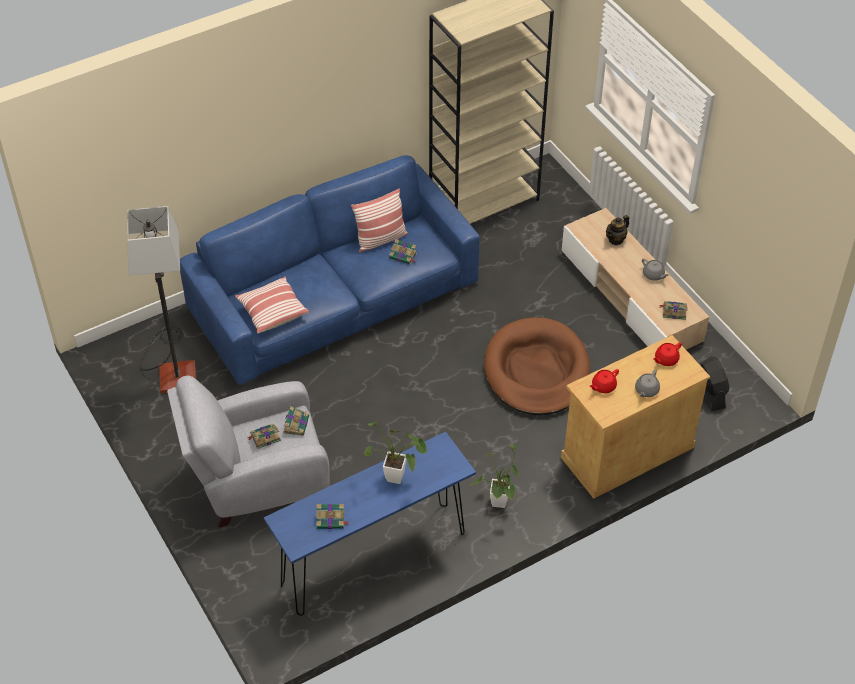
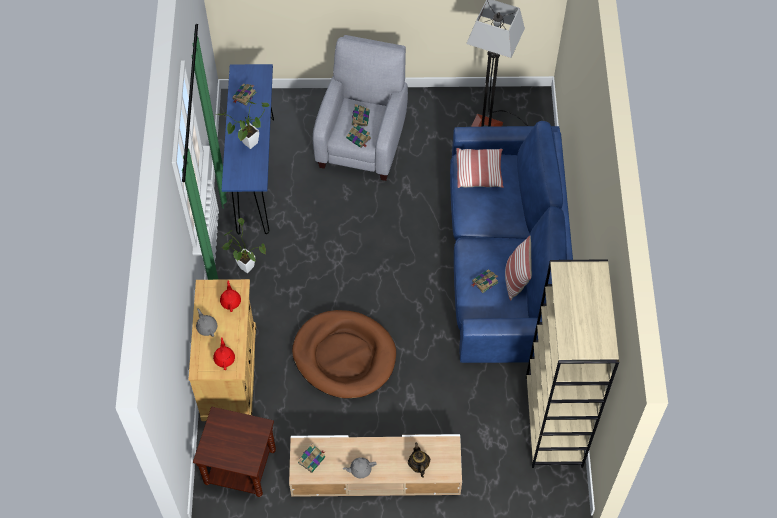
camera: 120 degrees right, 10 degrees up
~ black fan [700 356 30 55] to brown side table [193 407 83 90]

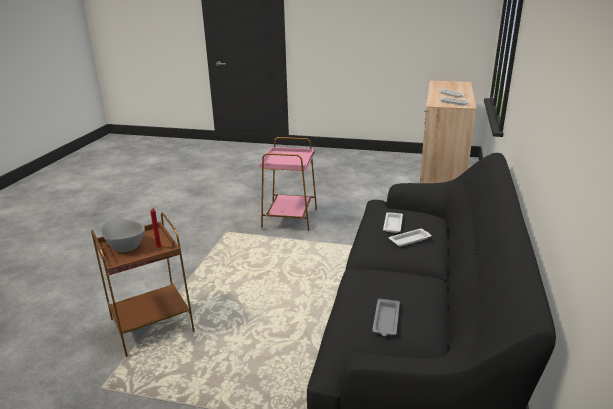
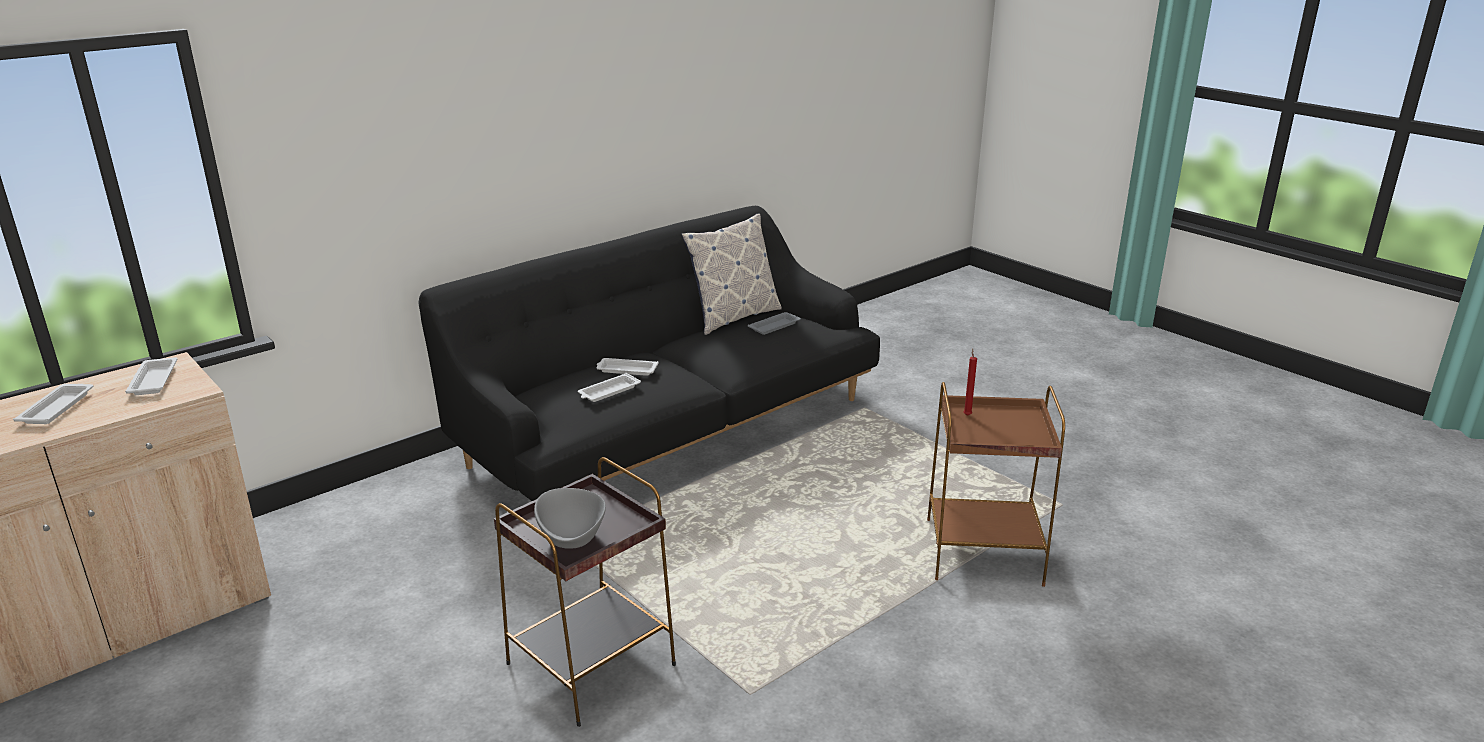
camera: 145 degrees left, 0 degrees up
~ pink side table [259 137 58 96] to brown side table [494 457 182 270]
~ grey bowl [101 218 44 34] to [534 488 72 61]
+ pillow [681 214 101 121]

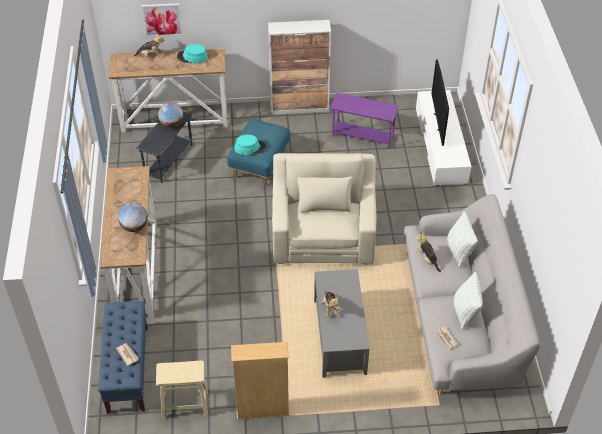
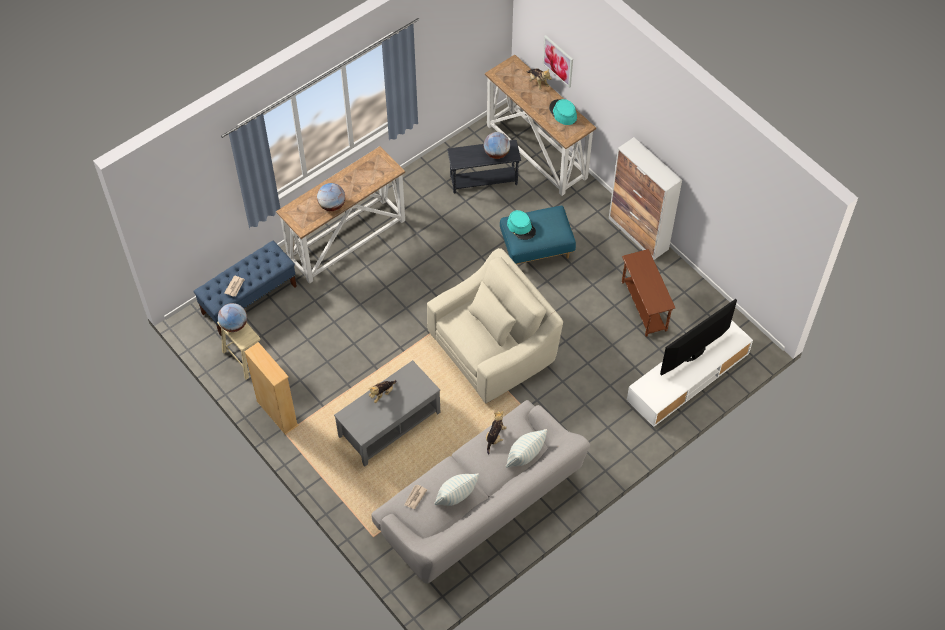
camera: 55 degrees right, 10 degrees up
+ globe [218 303 29 29]
~ purple side table [330 93 69 55] to brown side table [622 249 53 88]

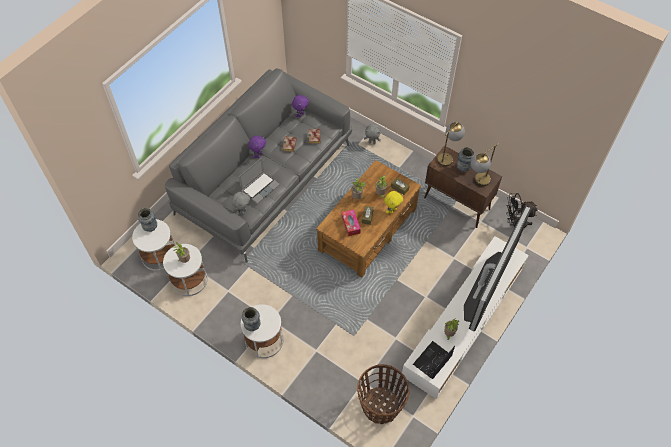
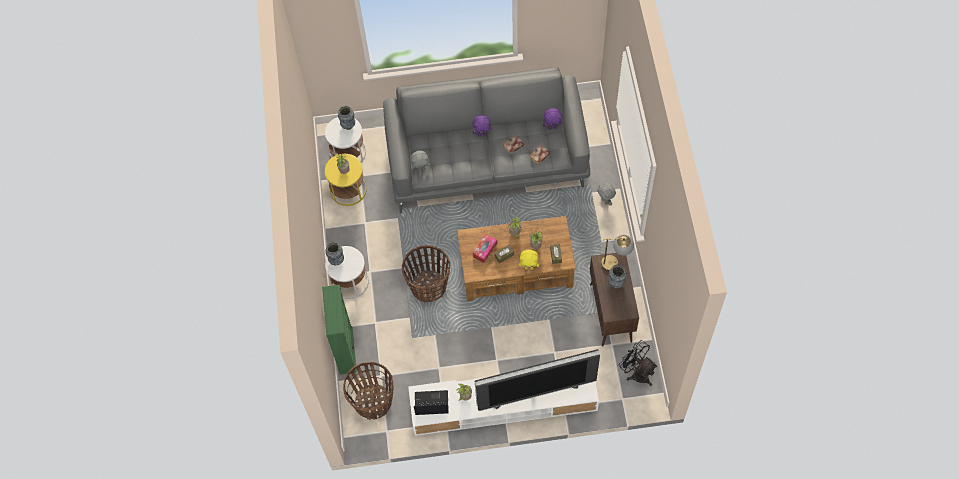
camera: 50 degrees right, 5 degrees up
+ green bookcase [322 285 35 90]
~ white side table [163 244 44 52] to yellow side table [325 154 42 52]
+ basket [402 245 48 57]
- laptop [239 158 41 46]
- table lamp [471 143 28 43]

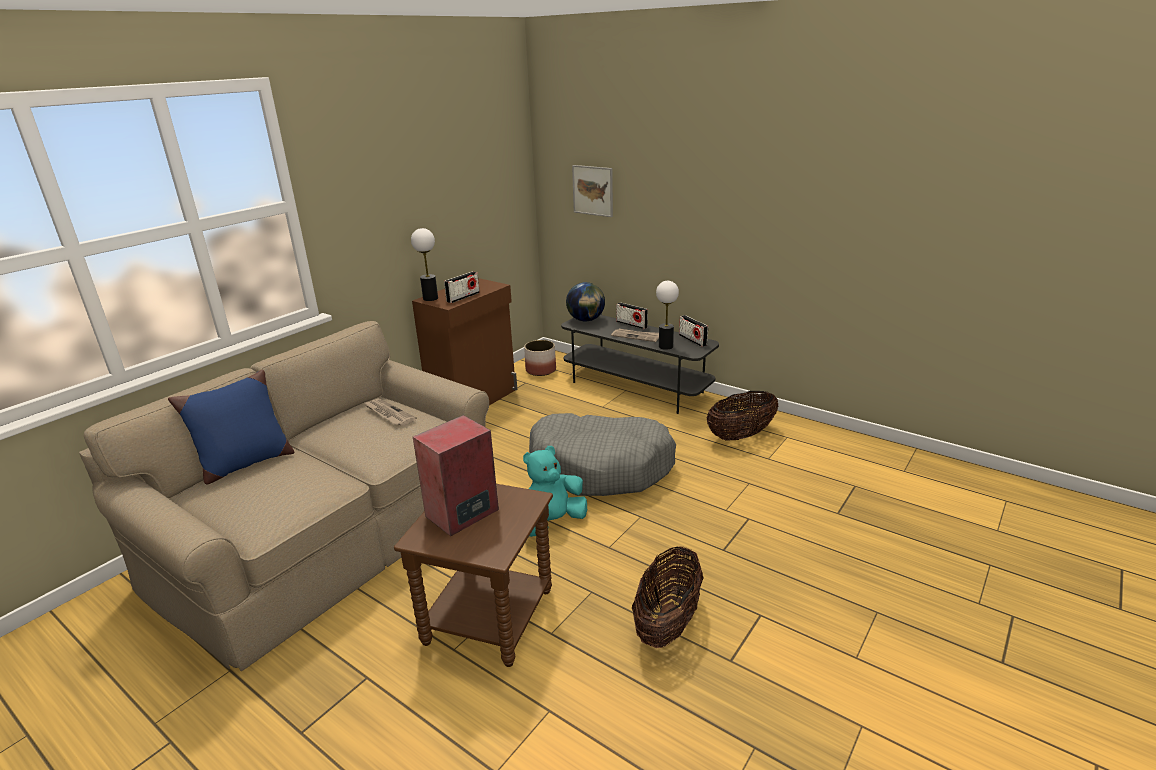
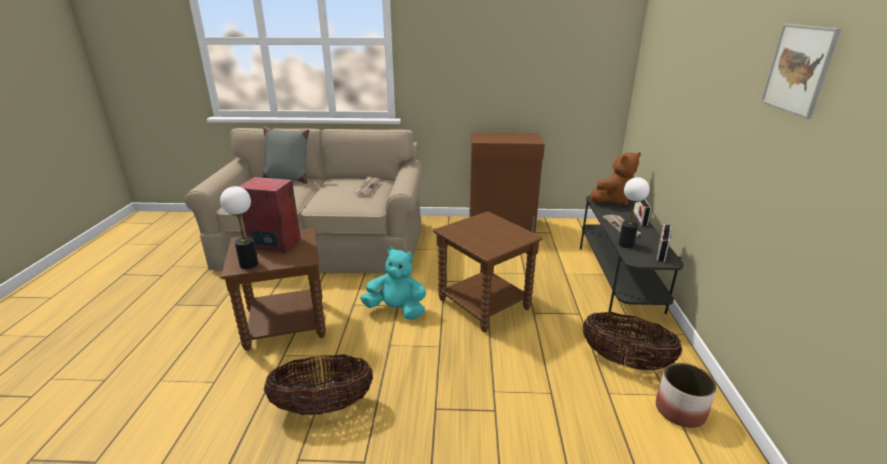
camera: 55 degrees right, 0 degrees up
~ table lamp [411 228 27 73] to [220 186 38 83]
~ blue pillow [168 370 127 114] to grey pillow [263 126 46 58]
~ grey dog bed [529 413 147 83] to brown side table [433 211 110 121]
~ globe [566 282 39 39] to brown plush toy [591 152 50 54]
~ planter [524 340 32 36] to [656 363 61 65]
~ picture [572 165 41 52] to [761 24 80 95]
- radio [444 271 36 32]

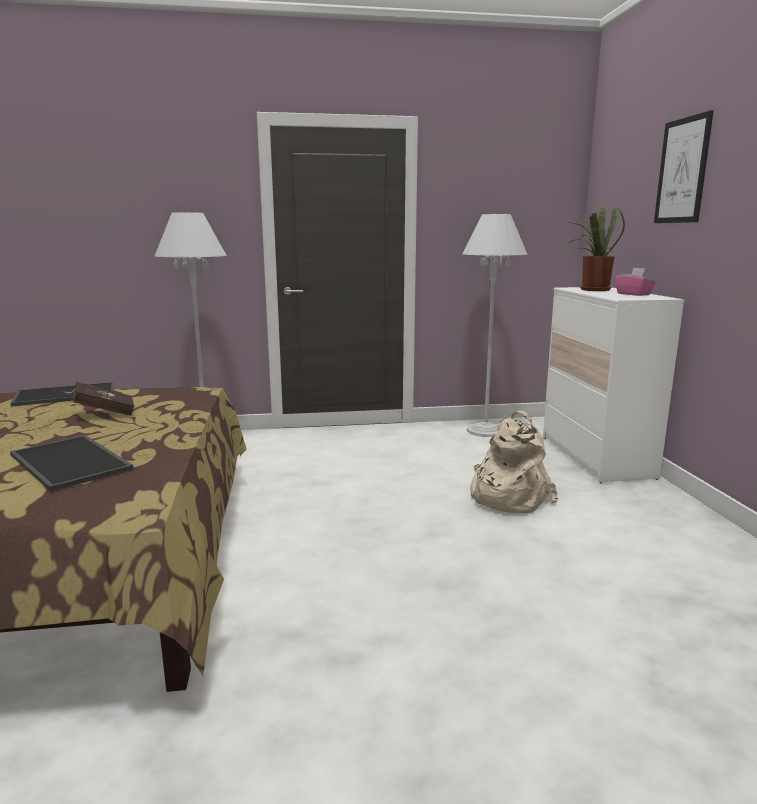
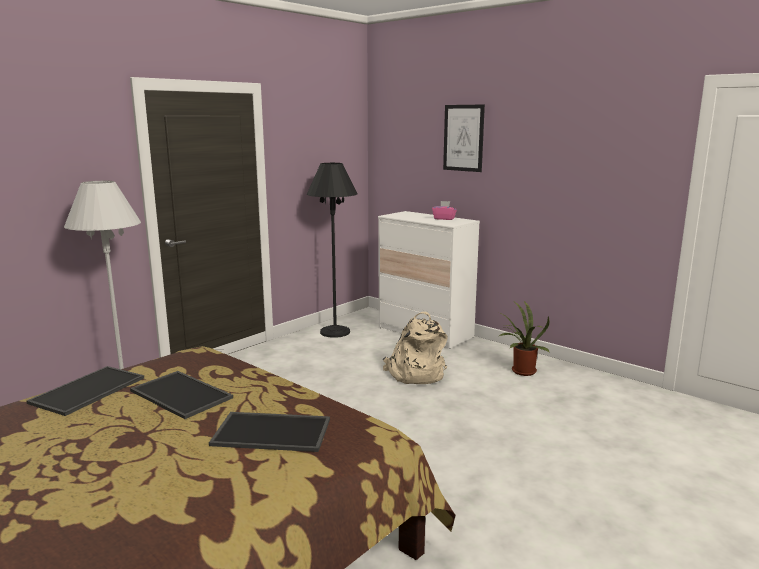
camera: 40 degrees left, 0 degrees up
~ red book [62 382 73 34] to tray [130 371 103 48]
~ white floor lamp [462 214 66 223] to black floor lamp [307 163 51 175]
~ potted plant [566 204 59 87] to [499 301 51 75]

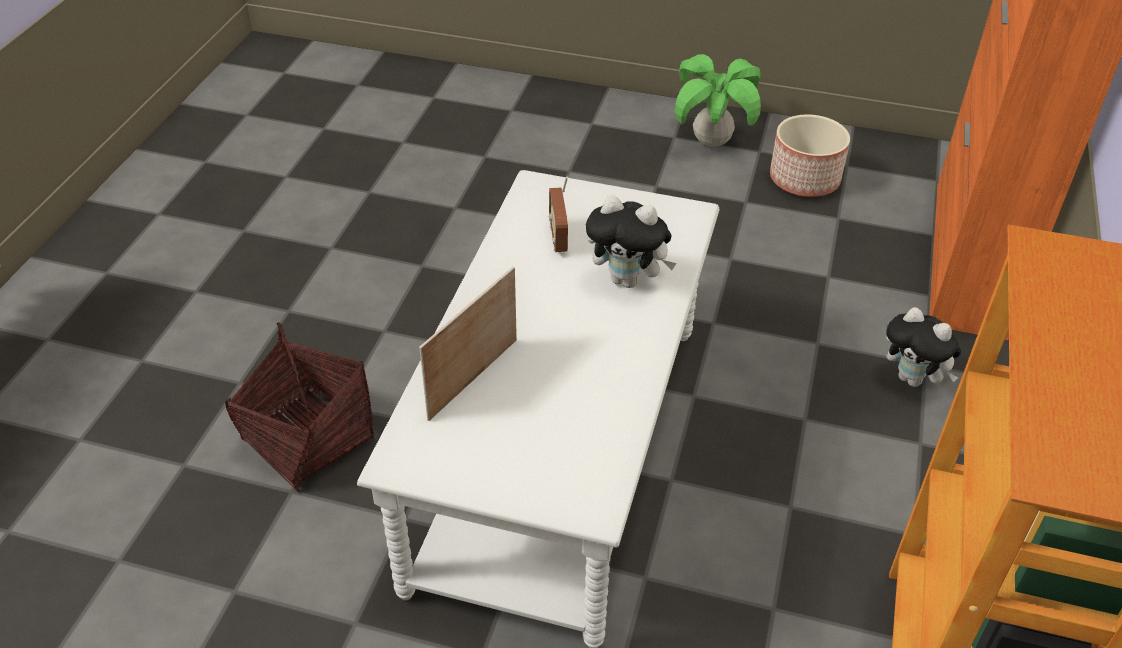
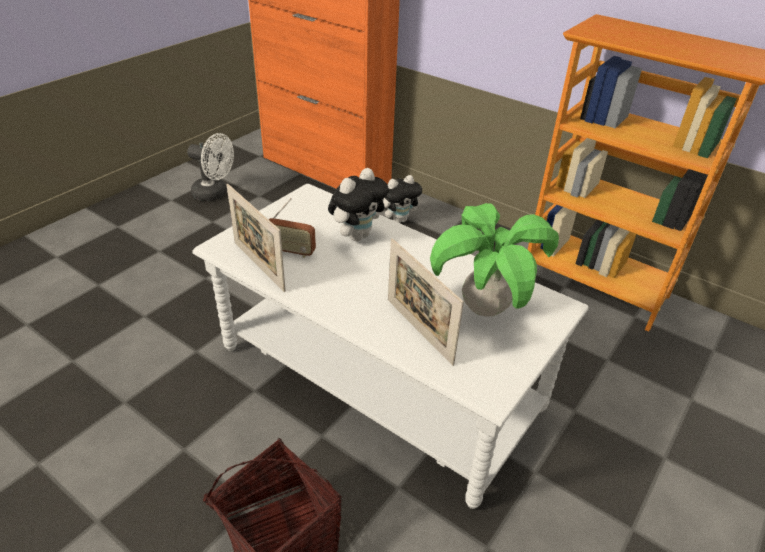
camera: 70 degrees left, 5 degrees down
~ planter [770 114 80 83] to white fan [187 133 47 68]
+ picture frame [226 184 60 108]
~ potted plant [675 54 86 93] to [430 203 129 113]

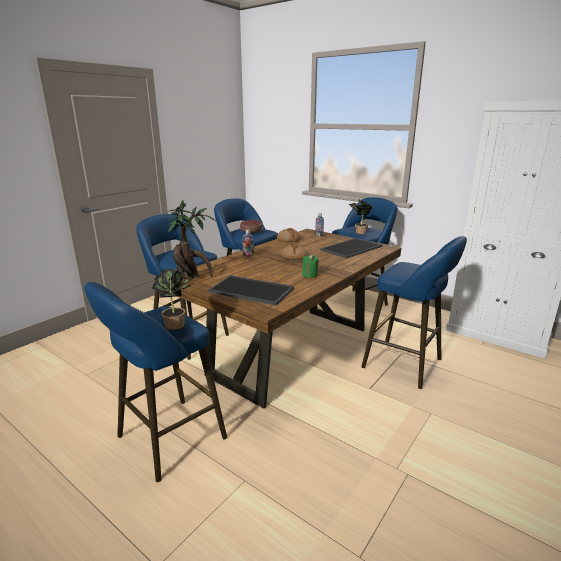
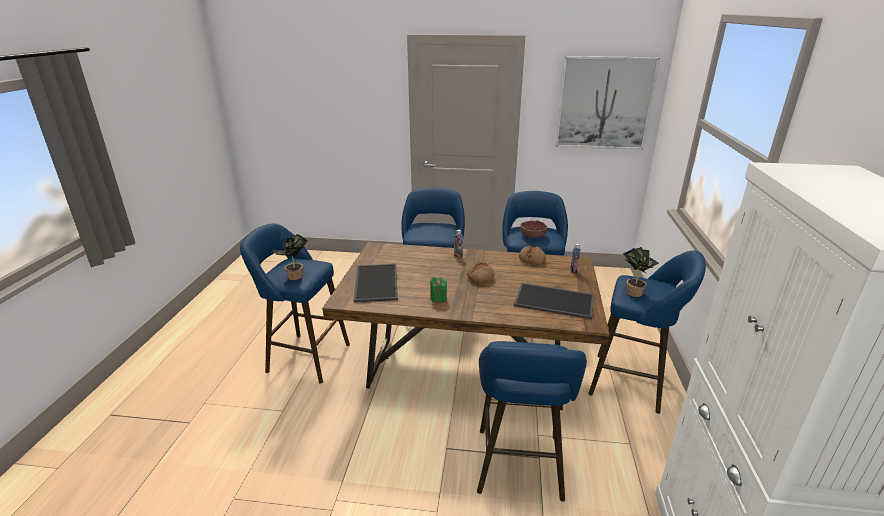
camera: 60 degrees right, 5 degrees up
+ picture [555 56 105 94]
- potted plant [168 199 47 83]

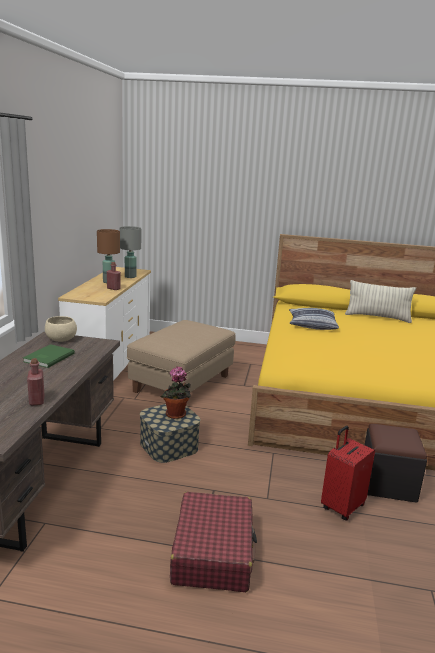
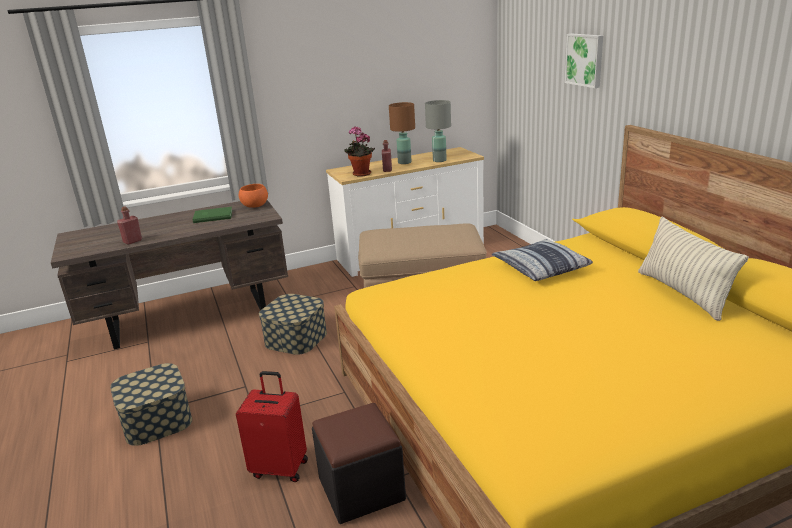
camera: 60 degrees right, 5 degrees up
~ red suitcase [170 492 87 100] to storage box [110 363 82 83]
~ beige bowl [45 316 32 26] to orange bowl [239 184 29 24]
~ potted plant [161 367 30 52] to [345 127 30 50]
+ picture [565 34 38 54]

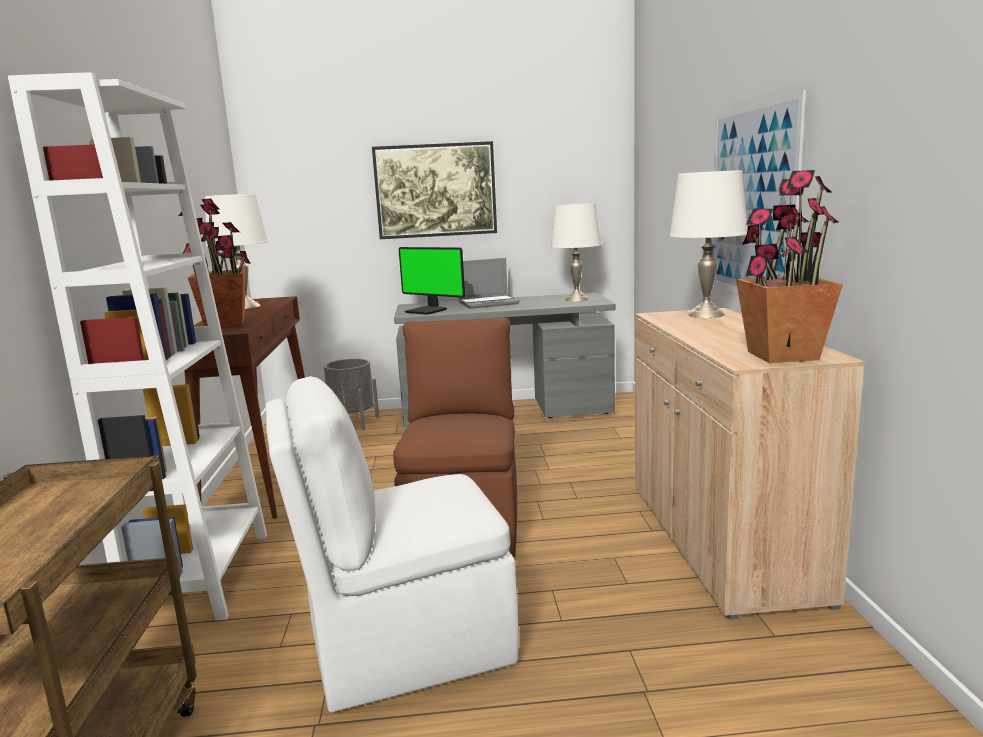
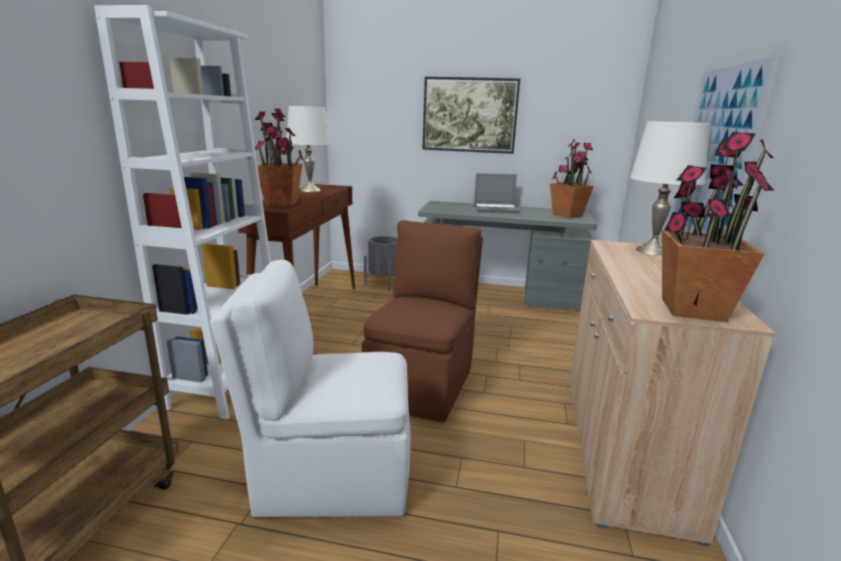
camera: 15 degrees right, 5 degrees up
~ white table lamp [551 203 50 98] to potted plant [550 140 44 79]
- monitor [399 247 66 68]

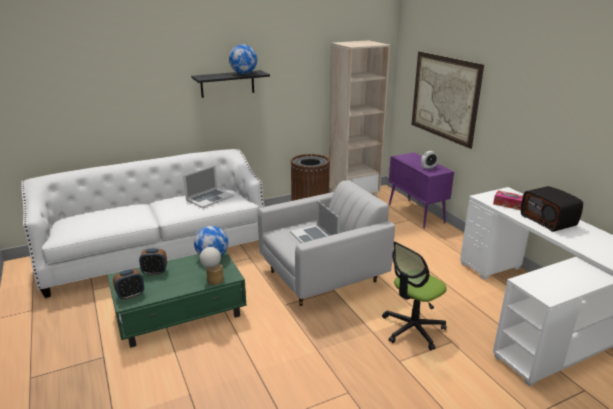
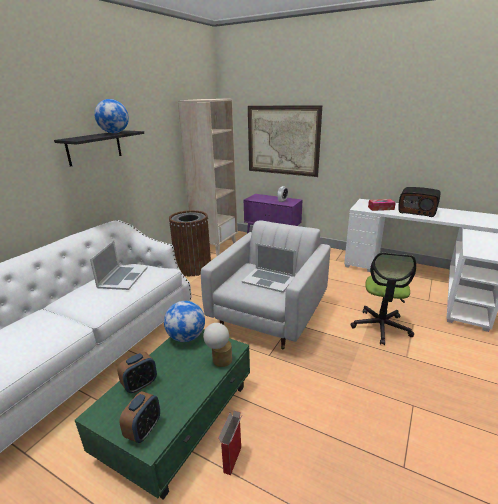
camera: 35 degrees left, 0 degrees up
+ cardboard box [218 410 24 65]

